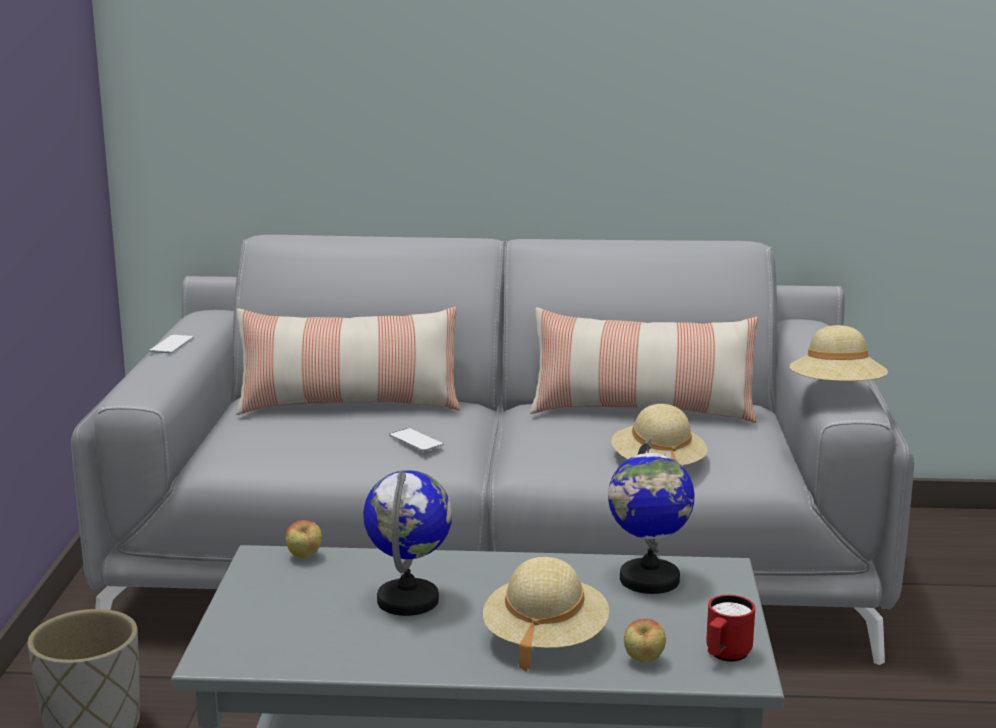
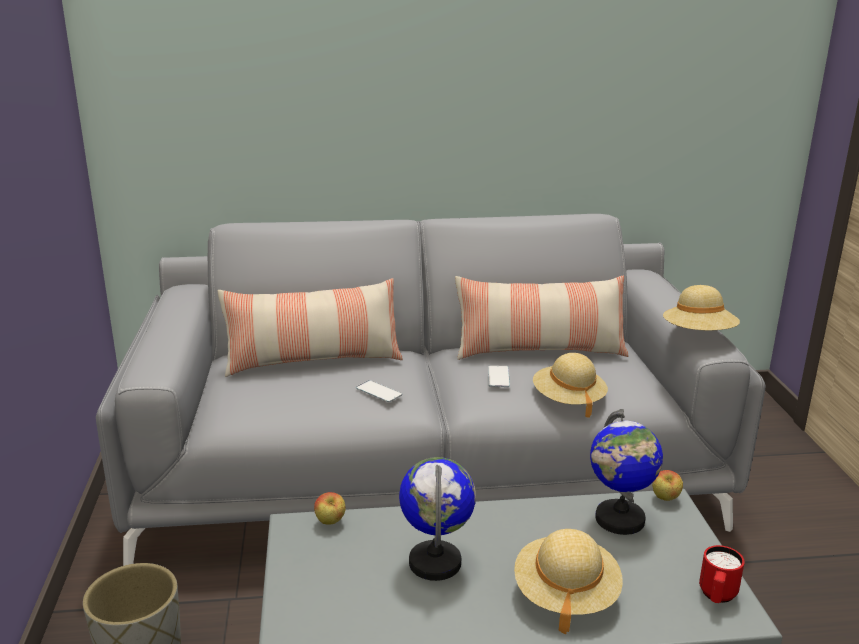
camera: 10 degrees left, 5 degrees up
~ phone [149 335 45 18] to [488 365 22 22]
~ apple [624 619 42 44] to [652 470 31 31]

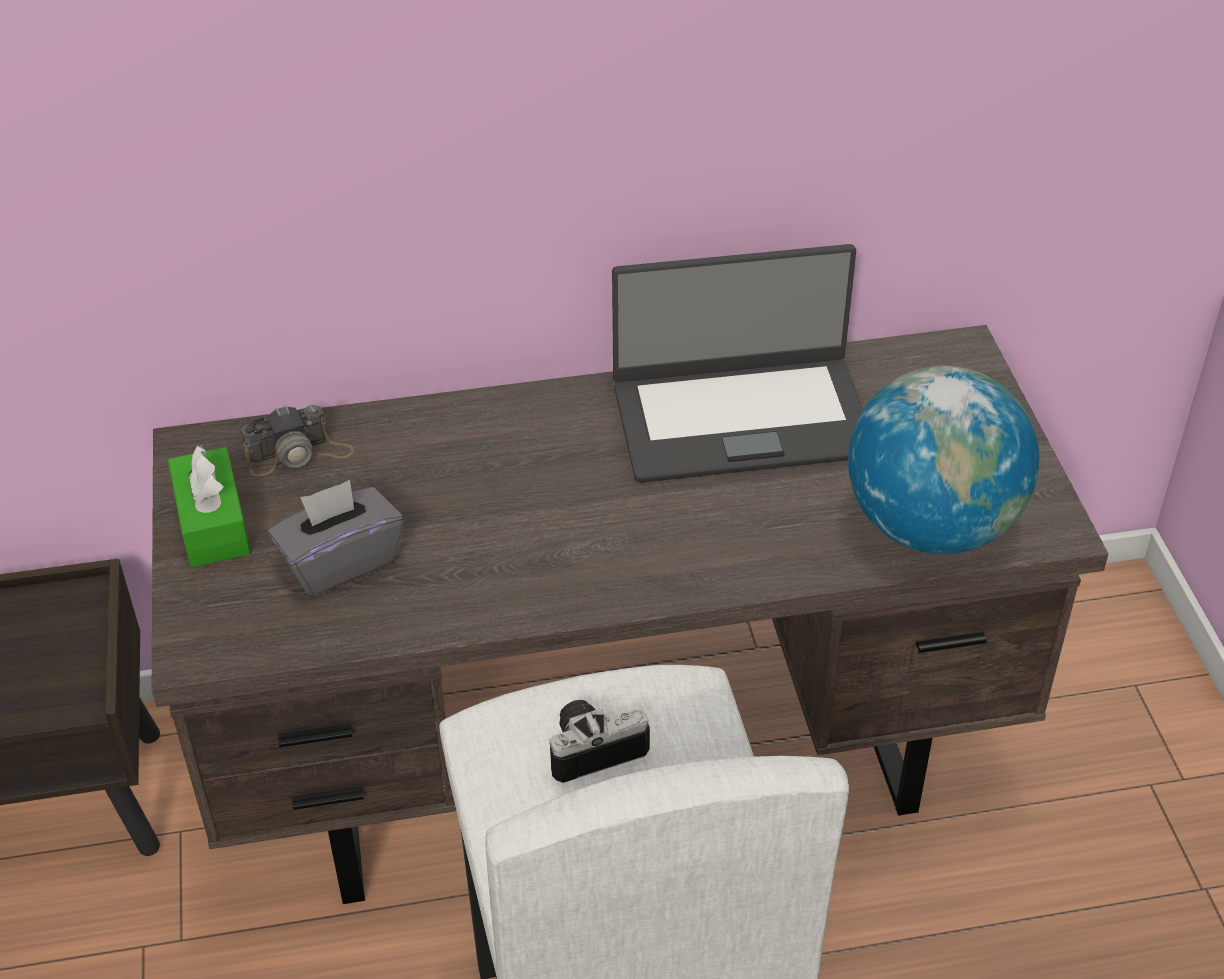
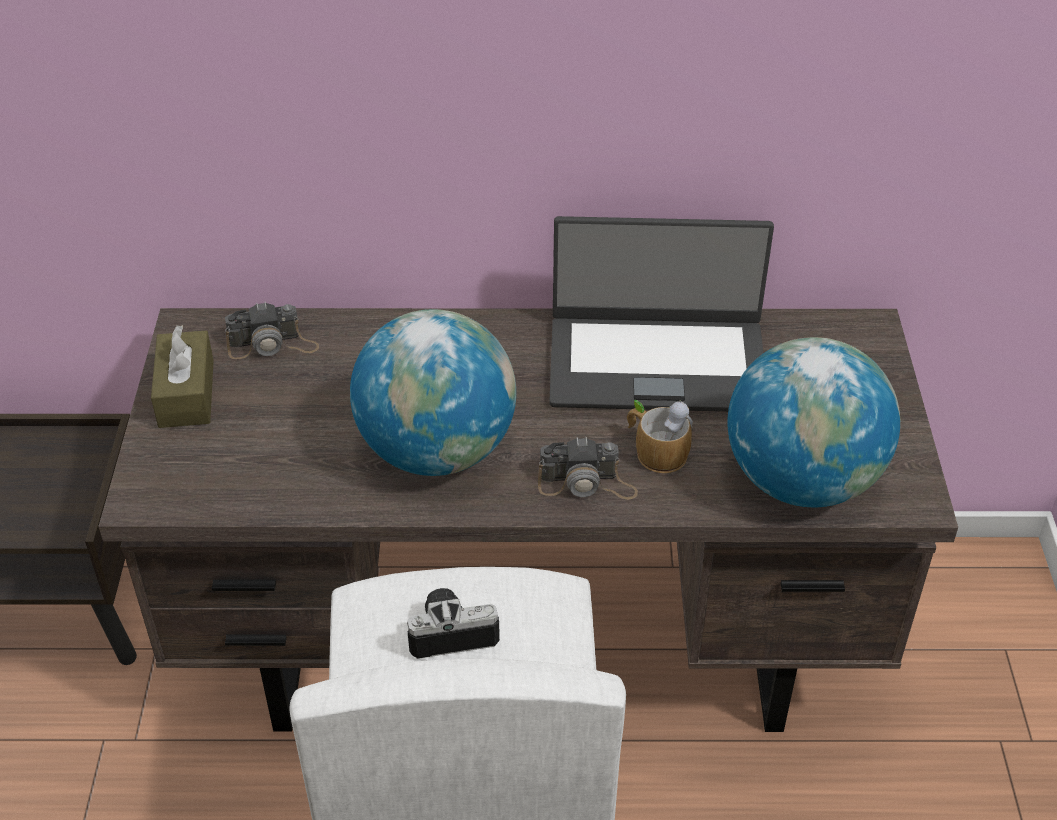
camera: 10 degrees right, 0 degrees up
~ green tissue box [168 444 83 123] to brown tissue box [151 325 63 103]
+ globe [350 309 166 167]
+ photo camera [538 437 100 63]
+ mug [627 400 66 73]
- grey tissue box [268 480 136 117]

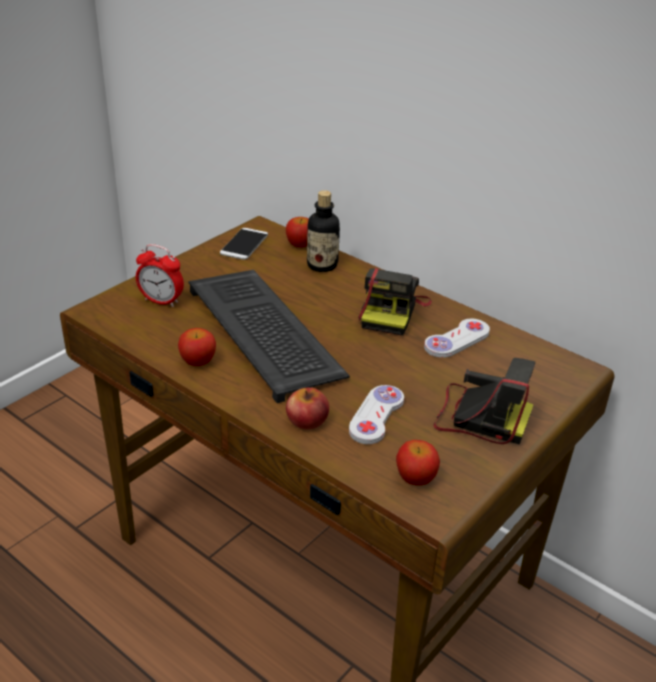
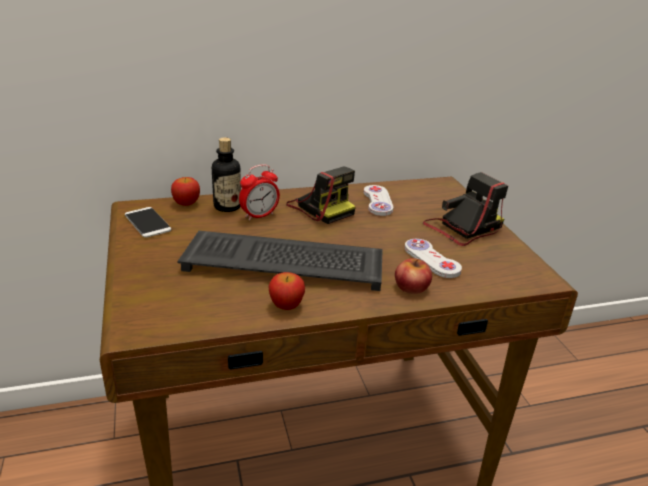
camera: 55 degrees left, 5 degrees down
~ alarm clock [136 244 48 63] to [239 164 41 57]
- apple [396 440 44 46]

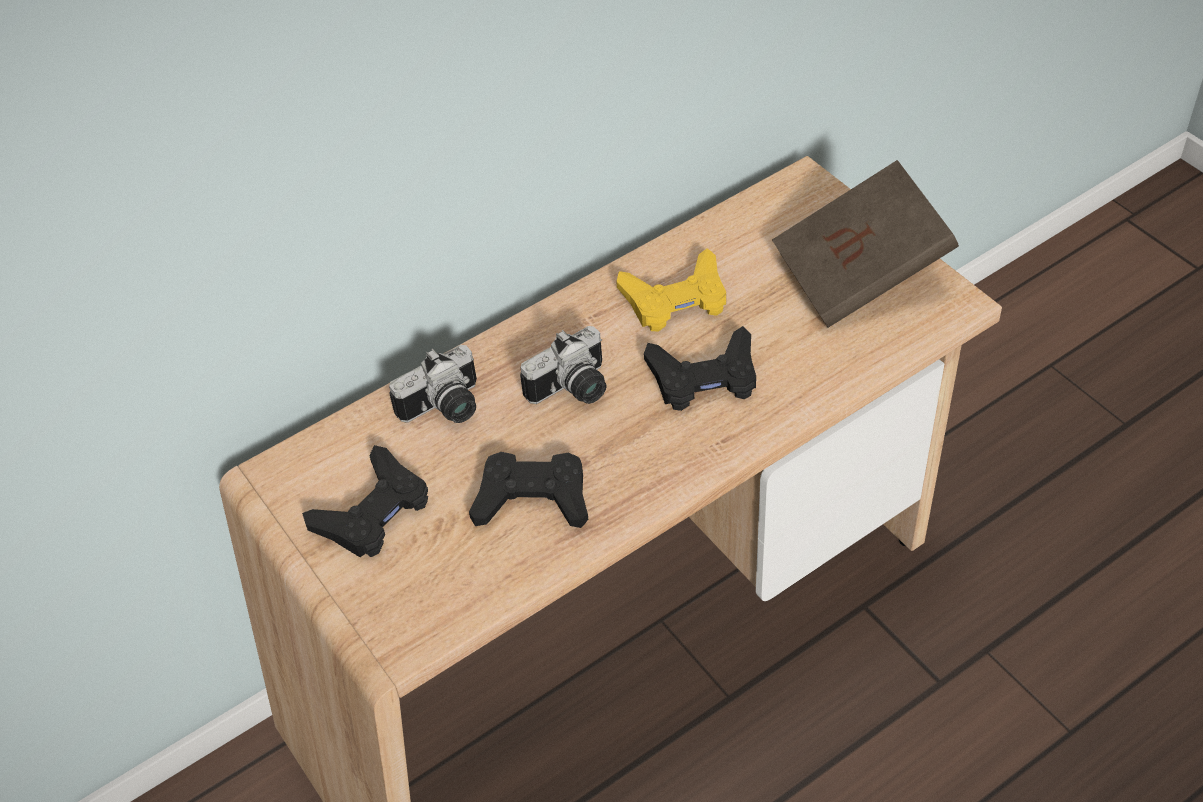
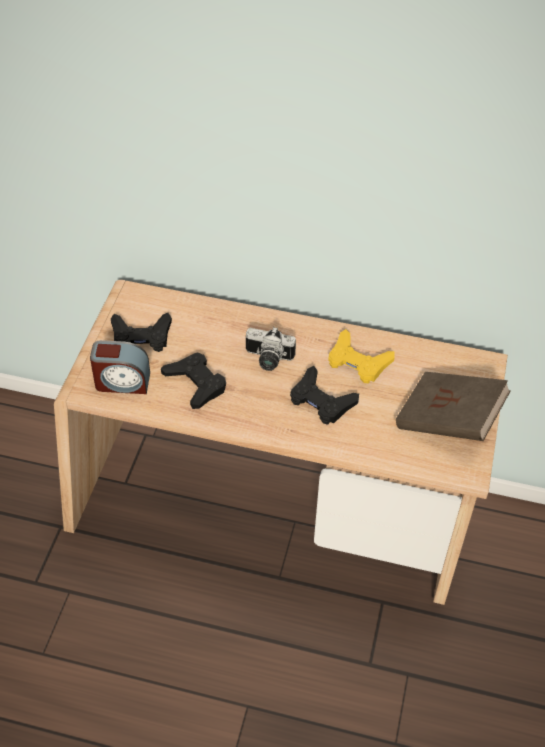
camera: 45 degrees right, 0 degrees up
+ alarm clock [90 340 60 54]
- photo camera [389 345 88 78]

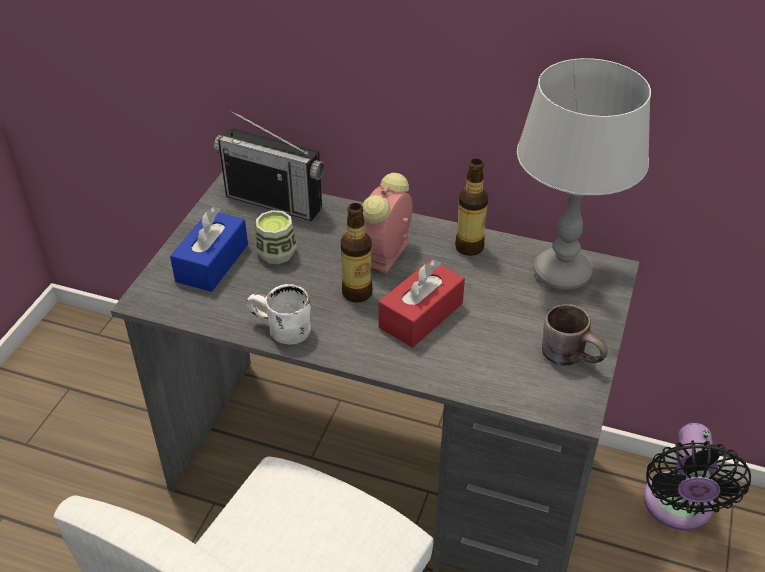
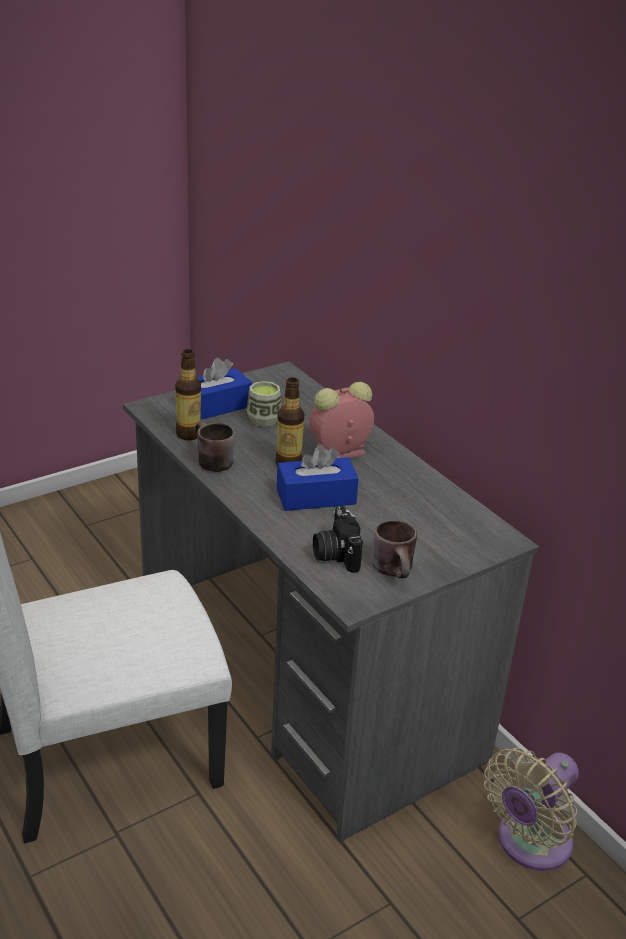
camera: 35 degrees right, 10 degrees down
~ bottle [455 159 33 97] to [175 349 26 91]
~ white mug [247 284 64 60] to brown mug [195 422 40 50]
~ red tissue box [378 259 87 89] to blue tissue box [277 445 82 66]
+ photo camera [313 506 50 67]
~ black fan [643 423 108 108] to beige fan [484 748 95 123]
- radio [214 110 110 111]
- grey table lamp [517 58 134 233]

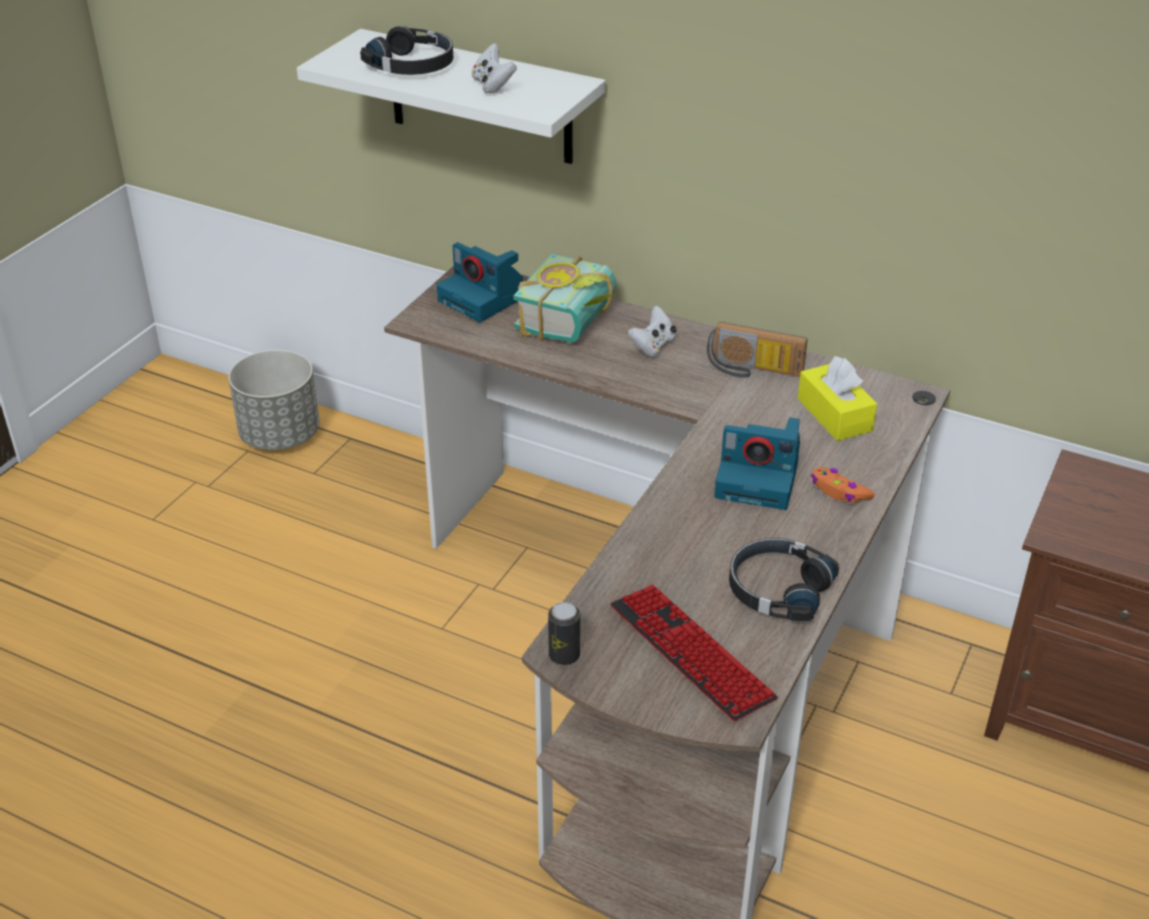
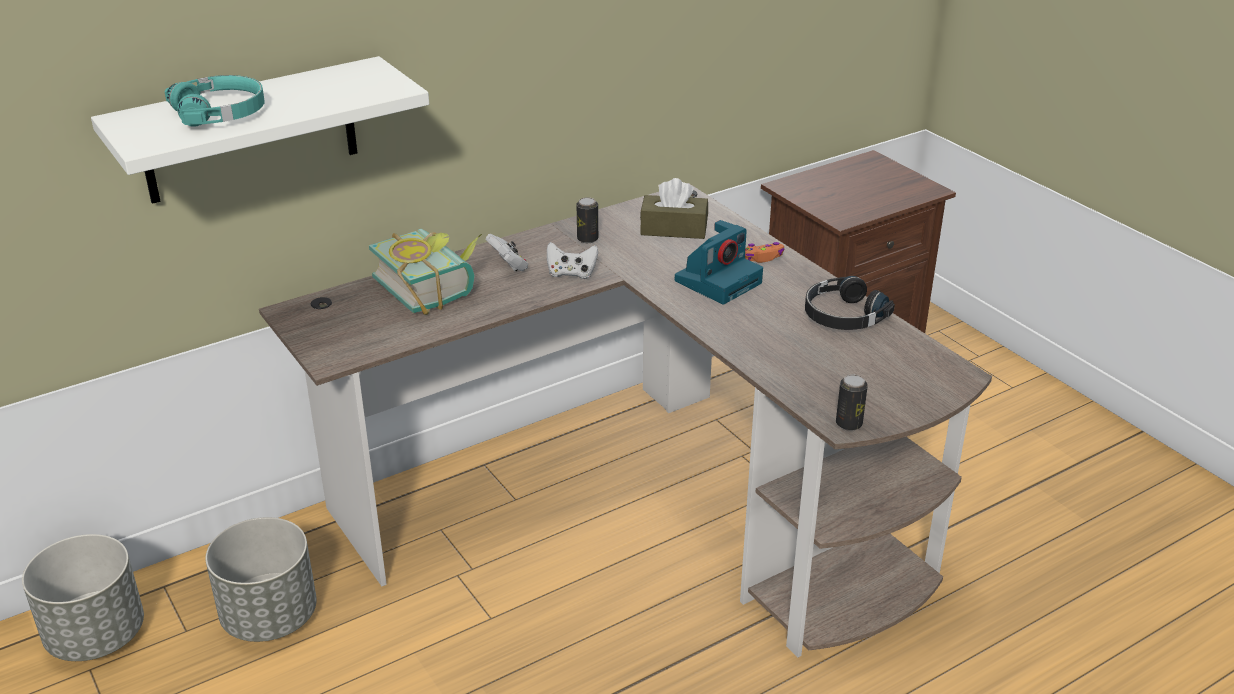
camera: 60 degrees left, 5 degrees down
~ black headphones [360 26 93 49] to turquoise headphones [165 75 99 52]
+ grey planter [205 517 112 125]
~ white game controller [471 43 46 51] to [547 242 51 37]
~ radio [707 322 100 56] to can [576 197 22 46]
~ yellow tissue box [798 356 79 85] to brown tissue box [640 178 68 61]
- photo camera [437 242 86 80]
- keyboard [610 584 168 137]

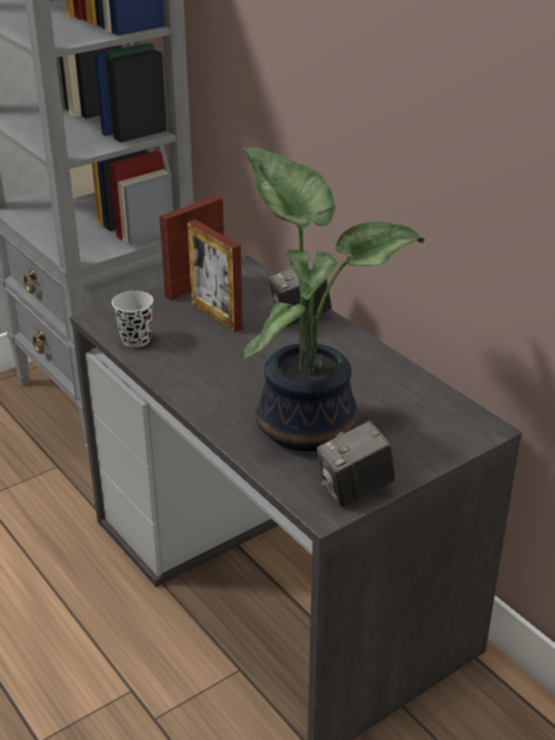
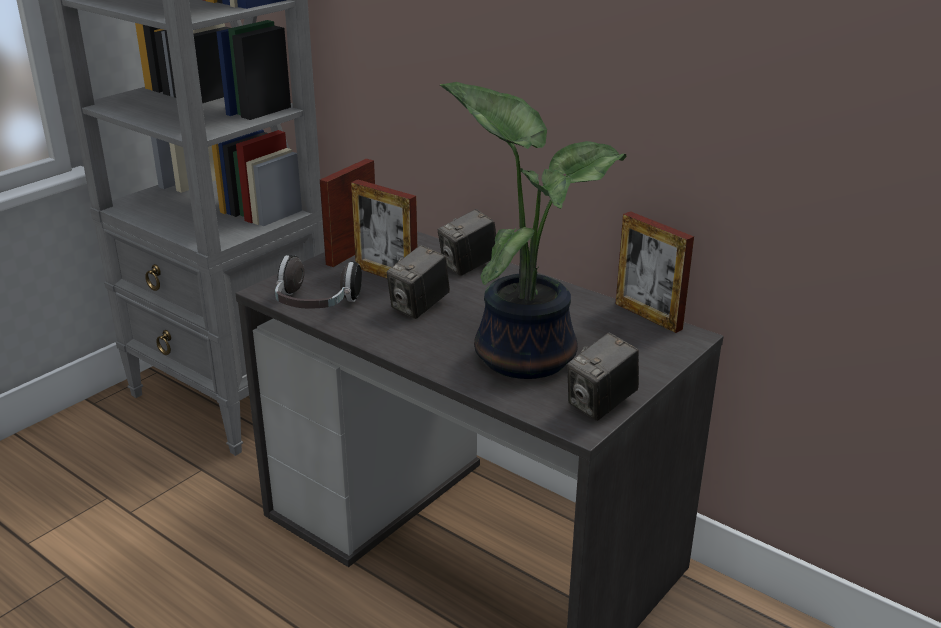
camera: 15 degrees left, 5 degrees down
~ black cup [112 291 41 57] to headphones [275 255 87 54]
+ photo camera [386 245 64 74]
+ picture frame [616 211 78 122]

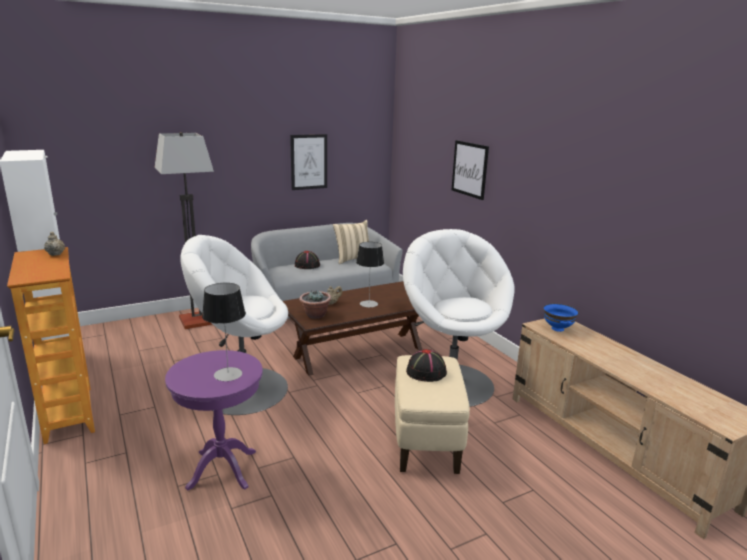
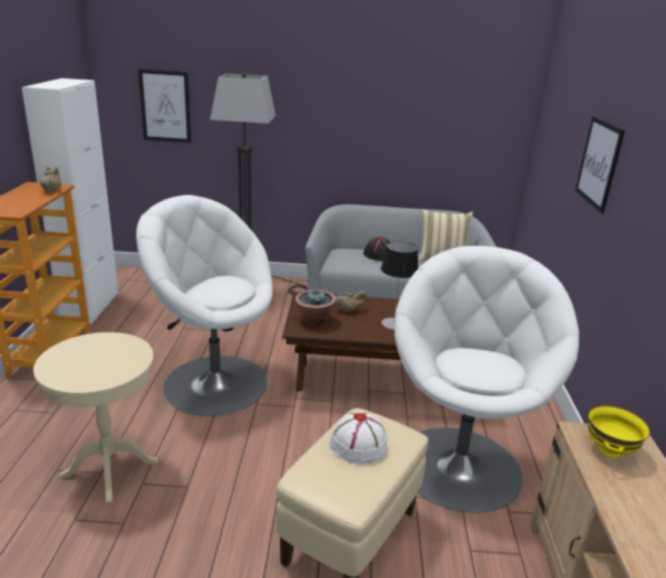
camera: 30 degrees right, 5 degrees up
~ purple side table [165 350 98 141] to beige side table [33 332 125 171]
~ picture [290 134 37 56] to [138 69 53 74]
~ black hat [406 349 41 33] to white hat [329 412 59 52]
~ blue bowl [543 303 36 29] to yellow bowl [588 405 62 53]
- table lamp [202 283 44 98]

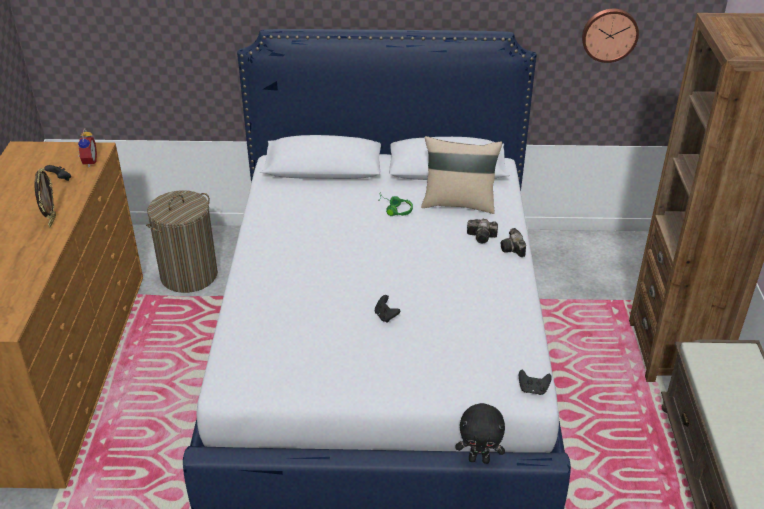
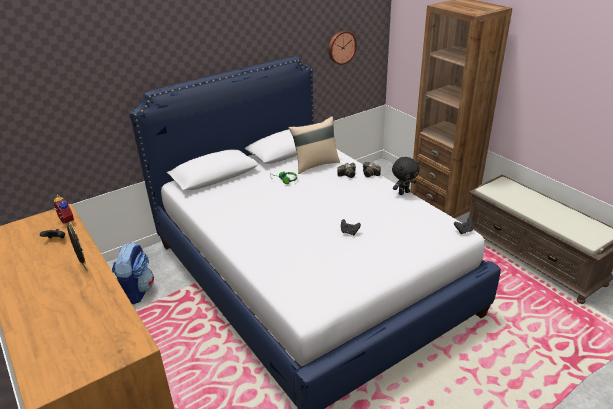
camera: 35 degrees left, 5 degrees down
~ laundry basket [146 190 72 103] to backpack [112 243 42 61]
~ black plush toy [456 403 49 61] to [392 157 28 38]

